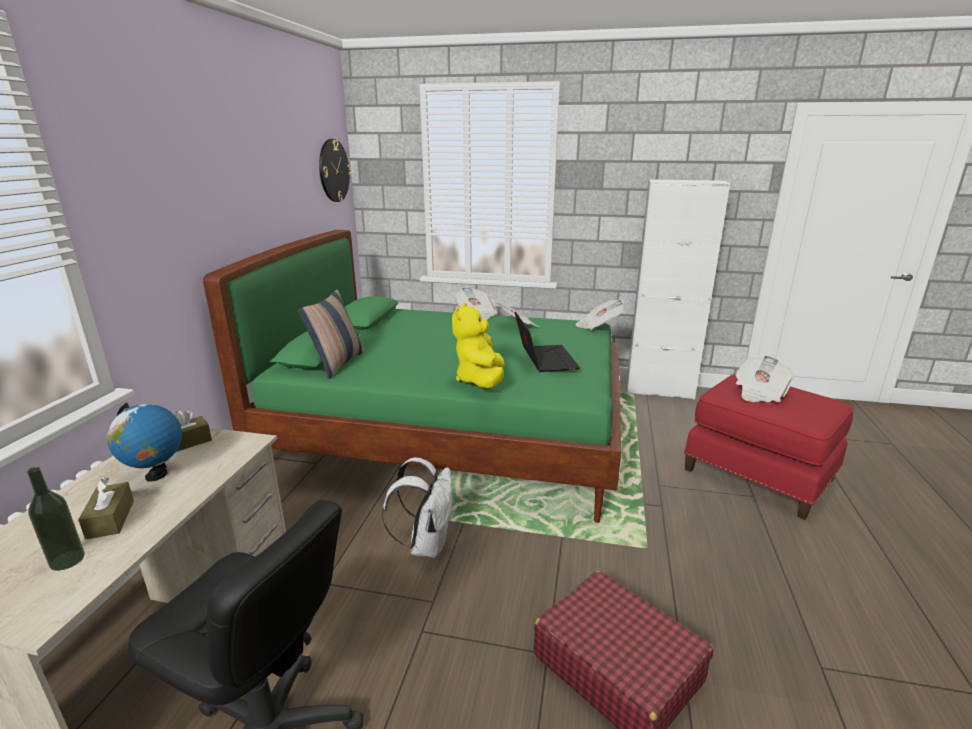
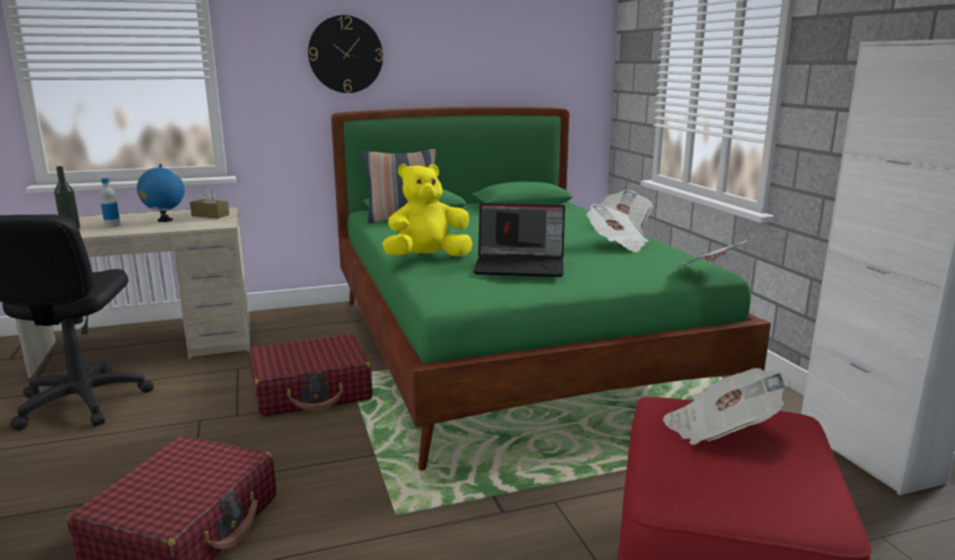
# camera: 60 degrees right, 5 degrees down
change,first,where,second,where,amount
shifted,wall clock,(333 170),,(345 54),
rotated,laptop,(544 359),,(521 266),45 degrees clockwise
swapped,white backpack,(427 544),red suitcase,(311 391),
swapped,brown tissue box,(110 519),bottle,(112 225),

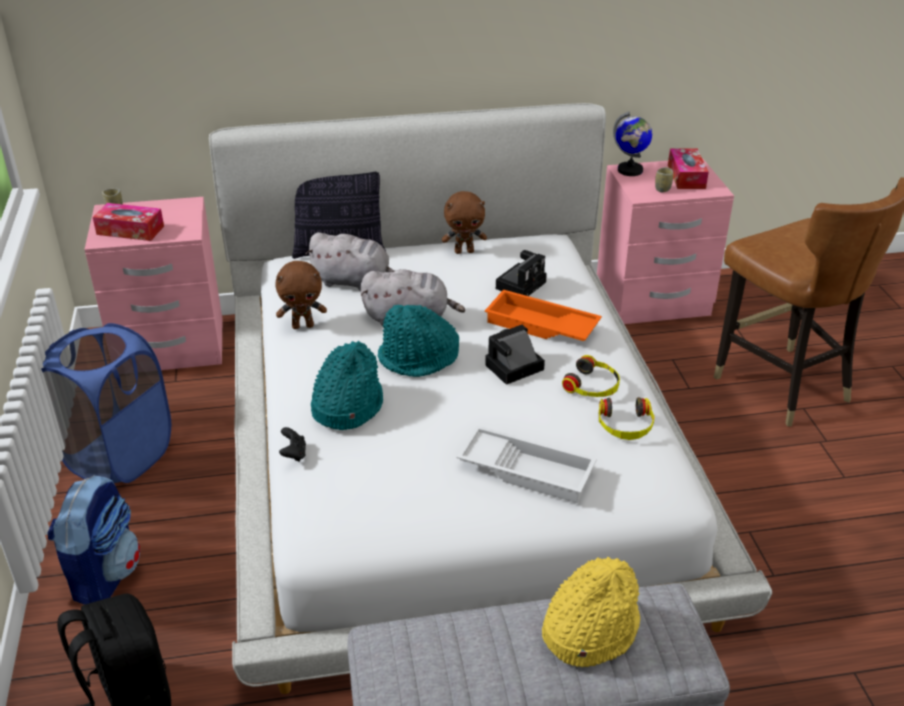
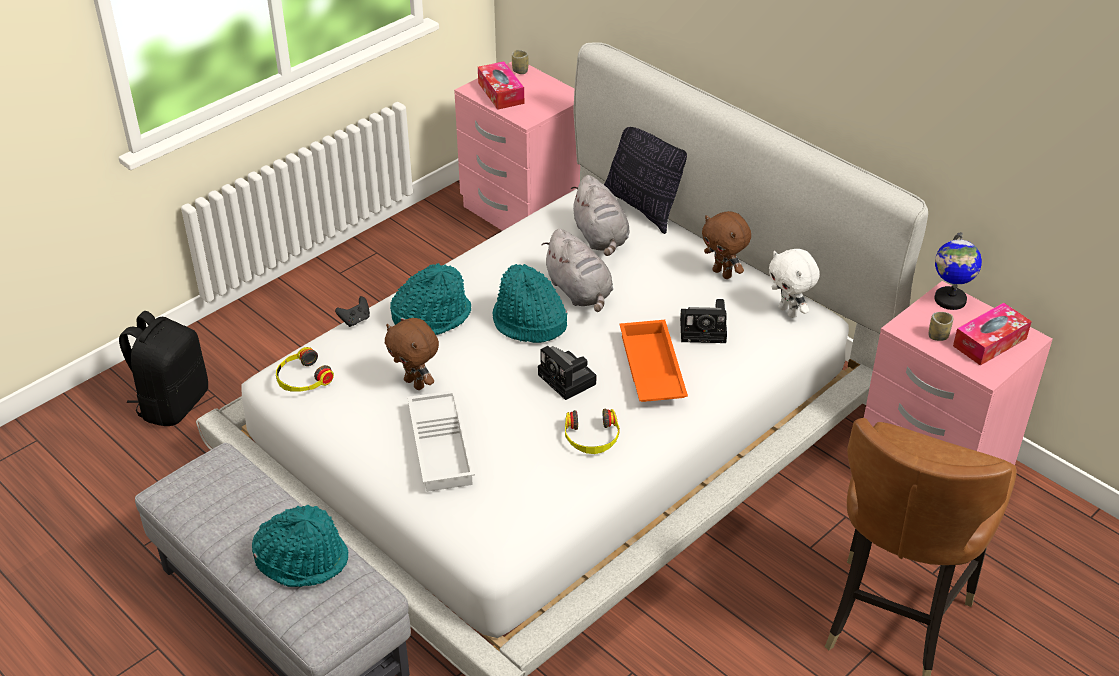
# camera: 55 degrees right, 5 degrees up
change,first,where,second,where,amount
shifted,brown plush toy,(303 325),,(415 383),
gone,blue laundry basket,(119 457),,,
rotated,photo camera,(512 368),,(569 380),150 degrees counterclockwise
shifted,headphones,(625 425),,(302 379),
gone,backpack,(104 574),,,
repainted,yellow hat,(589 629),turquoise hat,(303 559),
new,,,white plush toy,(789 311),

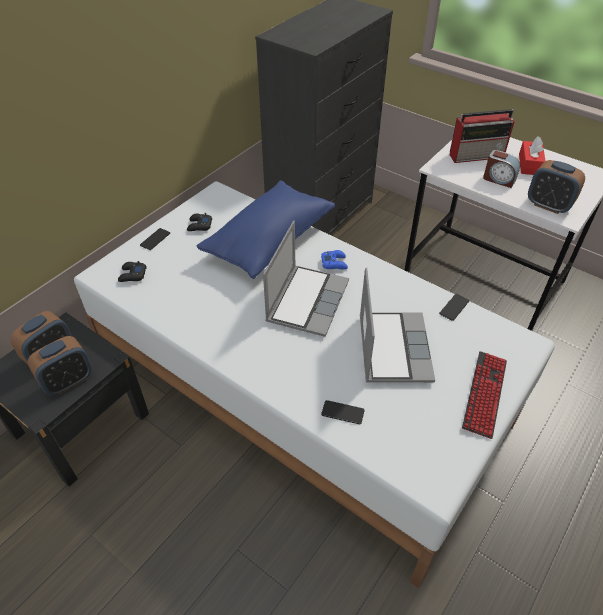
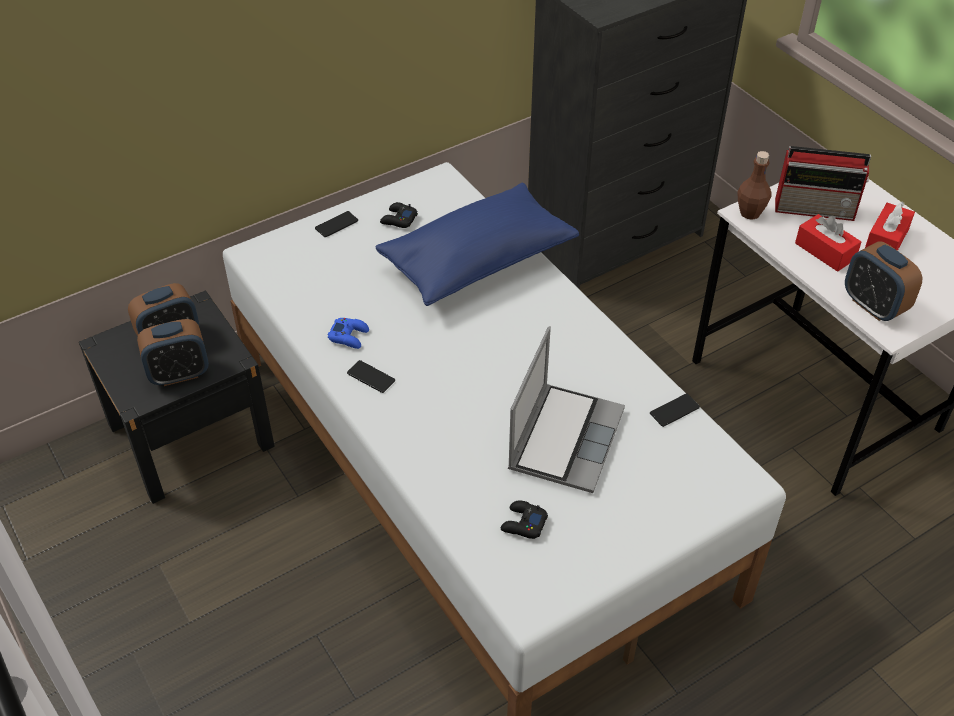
# camera: 20 degrees right, 0 degrees up
change,first,where,second,where,amount
swapped,alarm clock,(499 179),red tissue box,(825 251),
gone,laptop,(307 300),,,
shifted,blue game controller,(334 263),,(349 336),
shifted,black game controller,(132 275),,(523 524),
gone,keyboard,(484 394),,,
shifted,phone,(342 412),,(371 377),
new,,,brown bottle,(750 213),

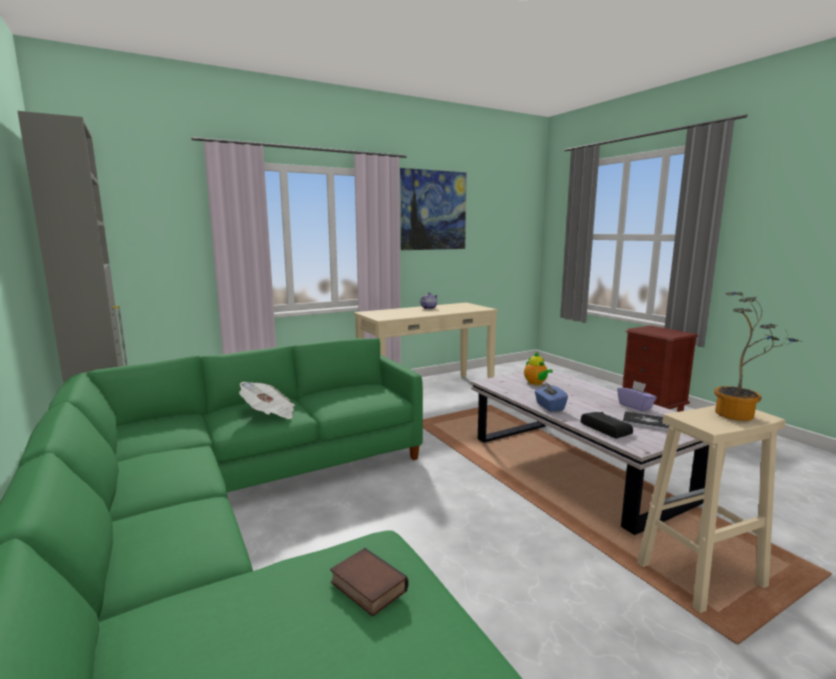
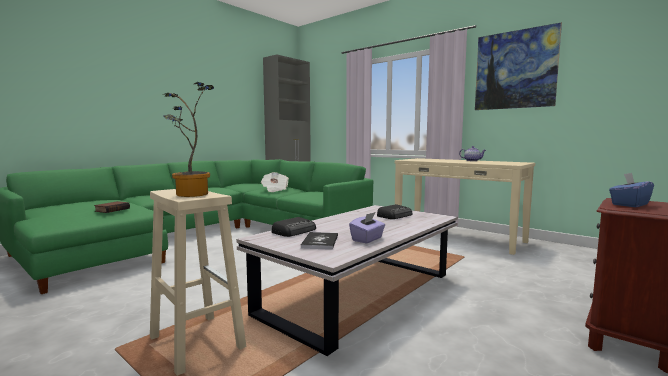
# camera: 70 degrees right, 5 degrees down
change,first,where,second,where,amount
swapped,teapot,(536 383),radio,(395 215),
shifted,blue tissue box,(549 407),,(629 204),

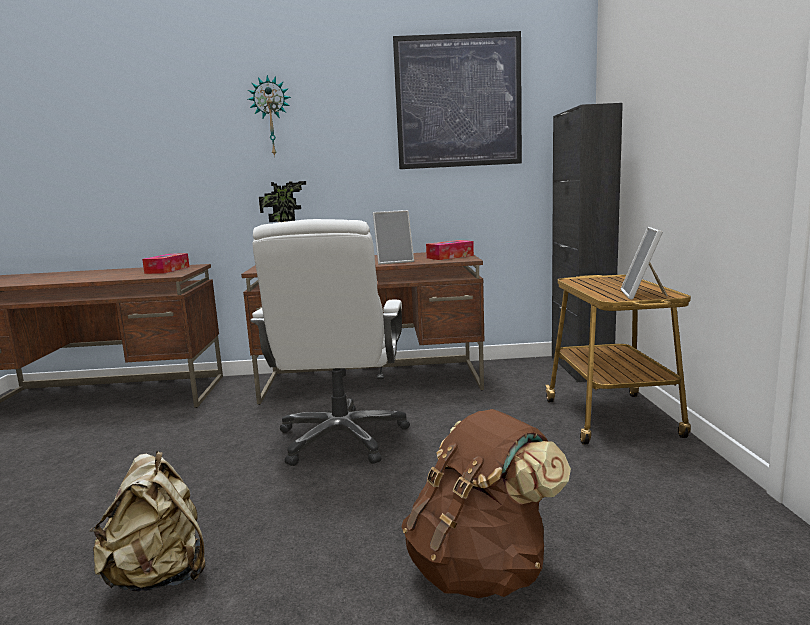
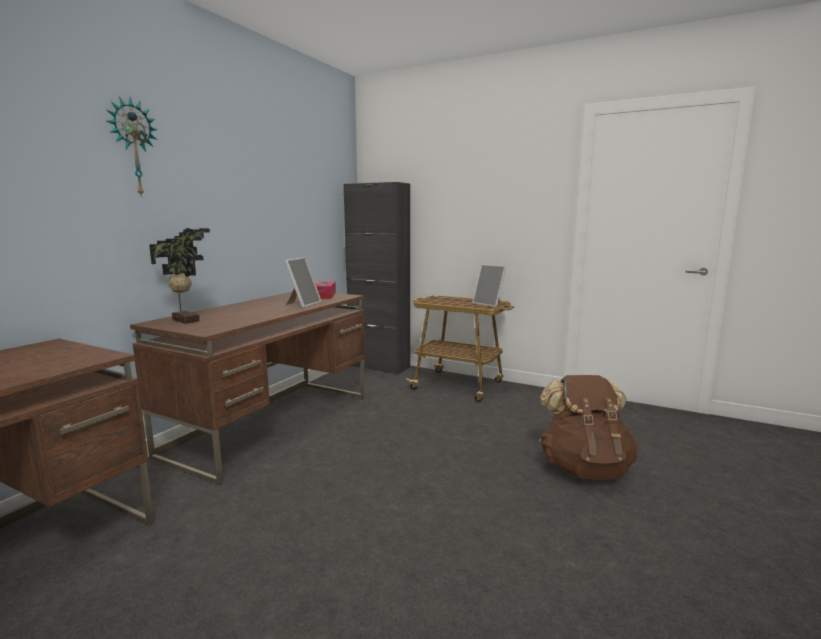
# camera: 60 degrees left, 0 degrees up
change,first,where,second,where,amount
gone,picture,(458 101),,,
gone,white office chair,(342 439),,,
gone,tissue box,(167 270),,,
gone,beige backpack,(159 576),,,

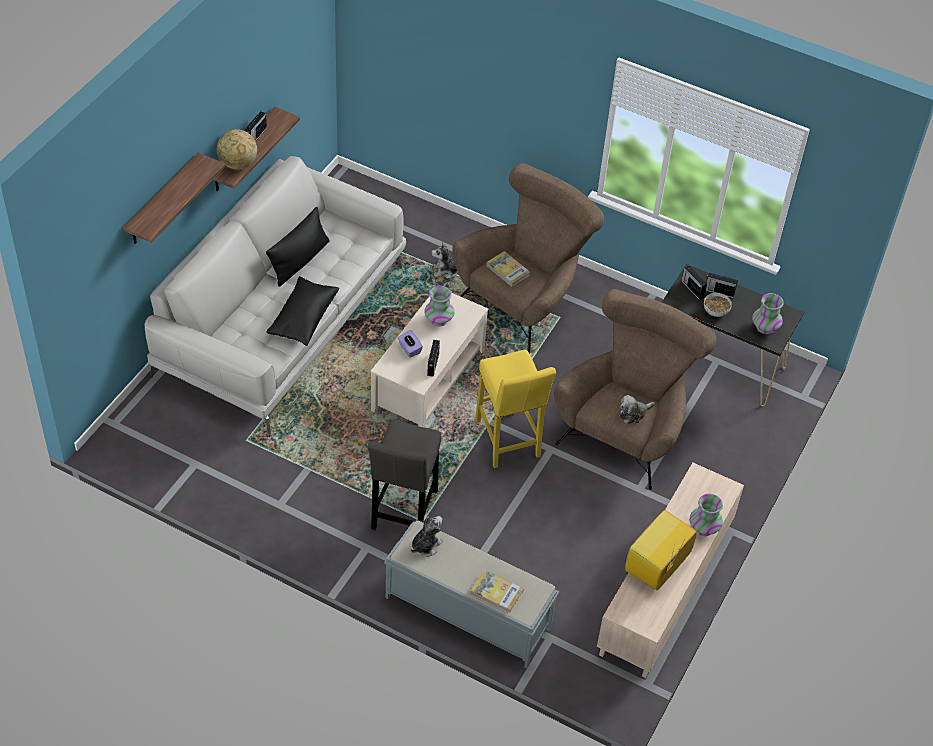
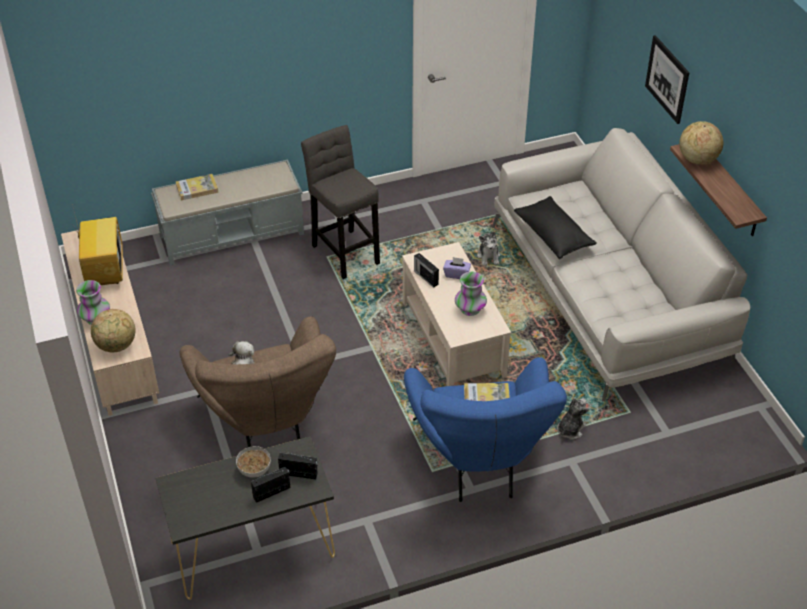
# camera: 135 degrees right, 5 degrees down
change,first,where,second,where,amount
gone,radio,(256 136),,,
swapped,shelf,(162 201),picture,(667 79),
repainted,brown armchair,(524 299),blue armchair,(480 462),
gone,black pillow,(300 261),,,
gone,vase,(764 327),,,
gone,yellow stool,(507 442),,,
shifted,plush toy,(425 545),,(488 256),
new,,,globe,(116 345),

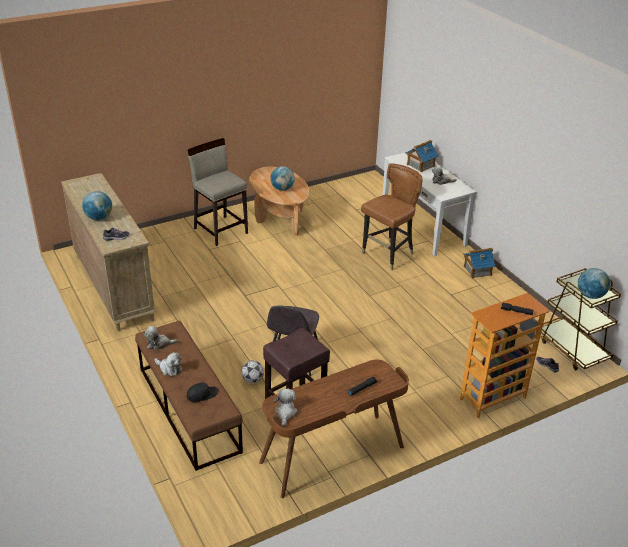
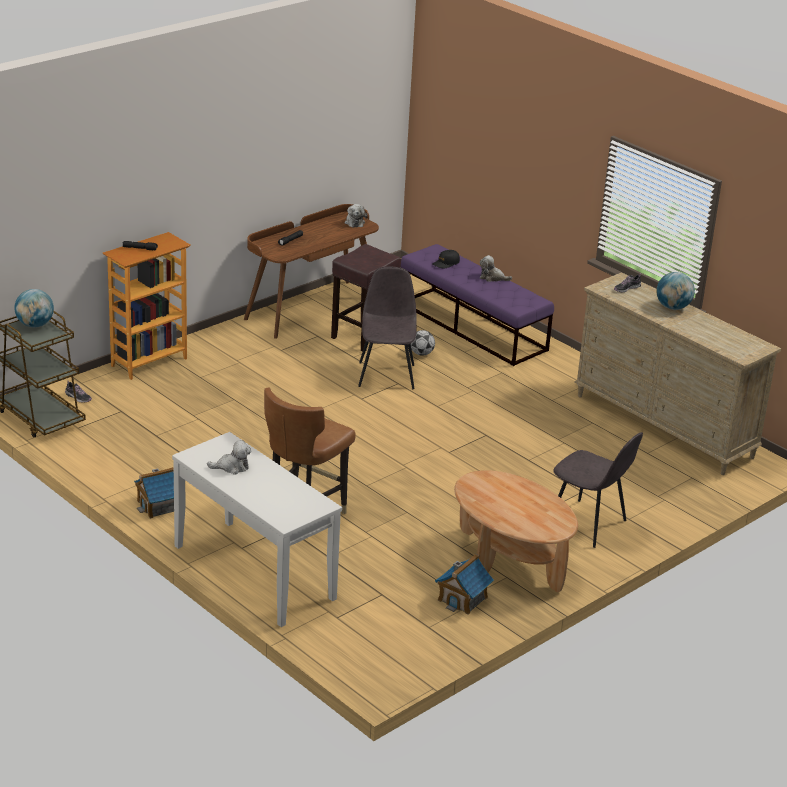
# camera: 165 degrees right, 5 degrees down
change,first,where,second,where,amount
swapped,beige stool,(221 230),grey chair,(588 524),
shifted,toy house,(420 165),,(463 599),
gone,globe,(282 189),,,
repainted,brown bench,(188 409),purple bench,(472 326),
gone,plush toy,(159 344),,,

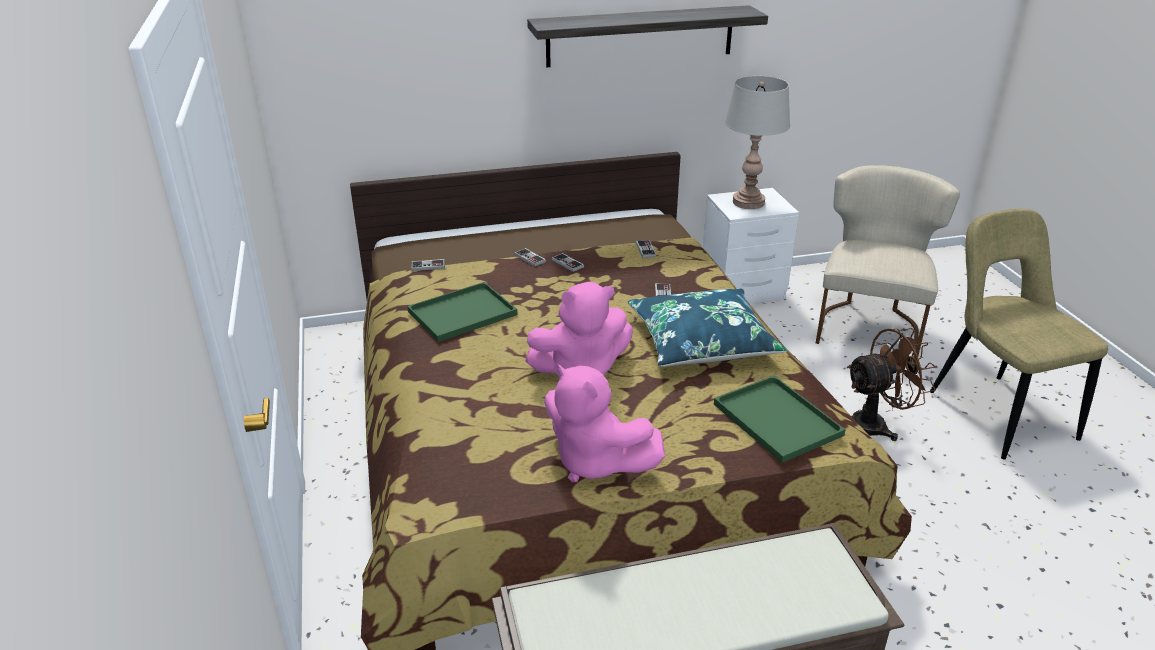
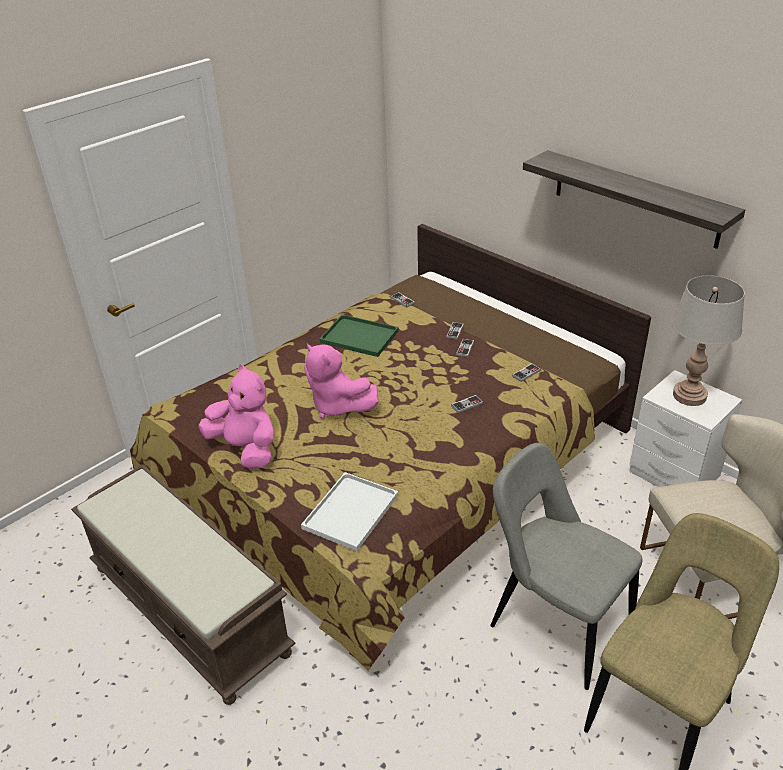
# camera: 60 degrees right, 5 degrees up
change,first,where,second,where,amount
gone,blue pillow,(702 341),,,
swapped,brown fan,(875 425),grey chair,(554 624),
rotated,pink plush toy,(595 462),,(246 449),120 degrees clockwise
repainted,green tray,(774 418),white tray,(351 510),

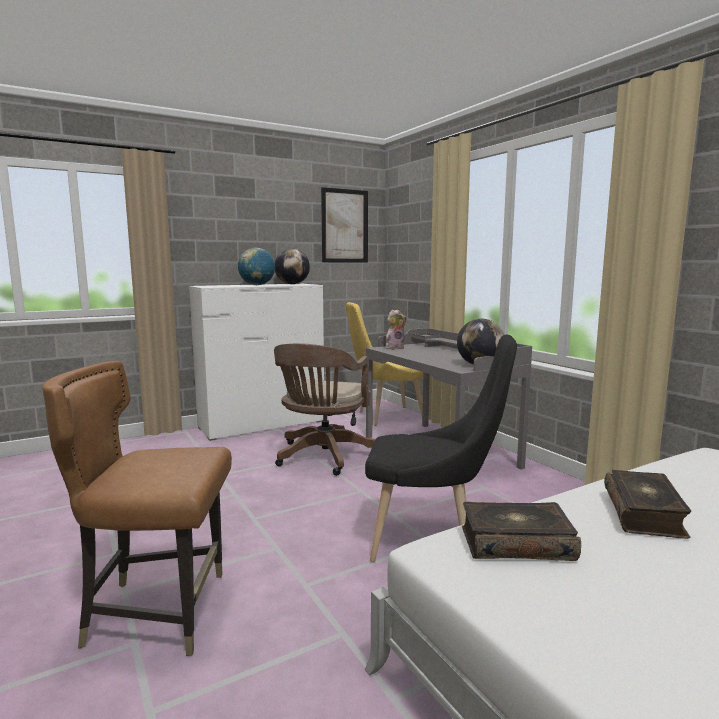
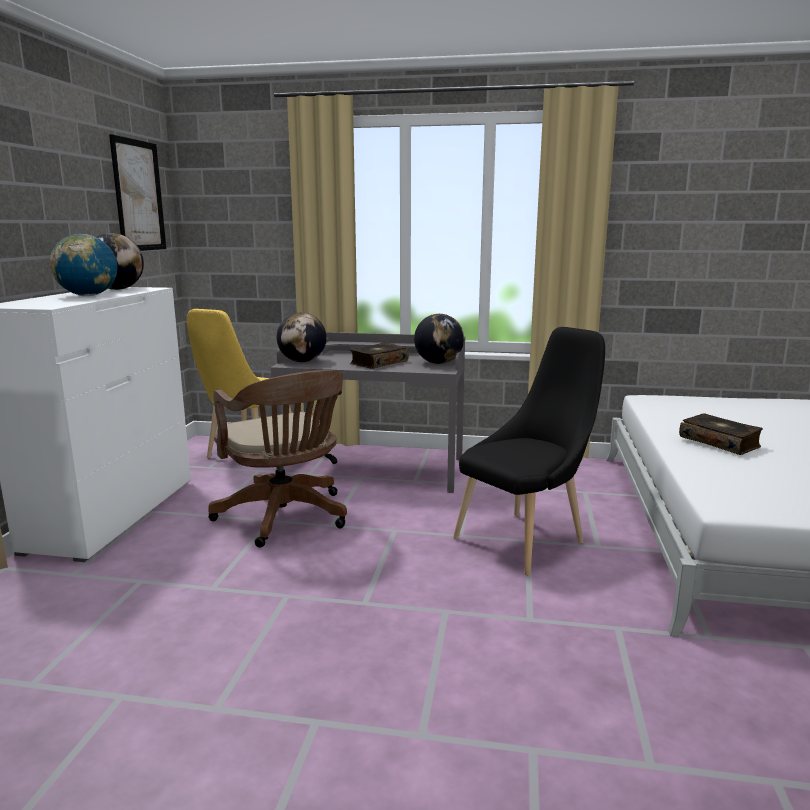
# camera: 50 degrees left, 5 degrees up
change,first,where,second,where,amount
swapped,plush toy,(394 348),globe,(302 361),
gone,brown chair,(157 611),,,
shifted,book,(516 543),,(378 363),

